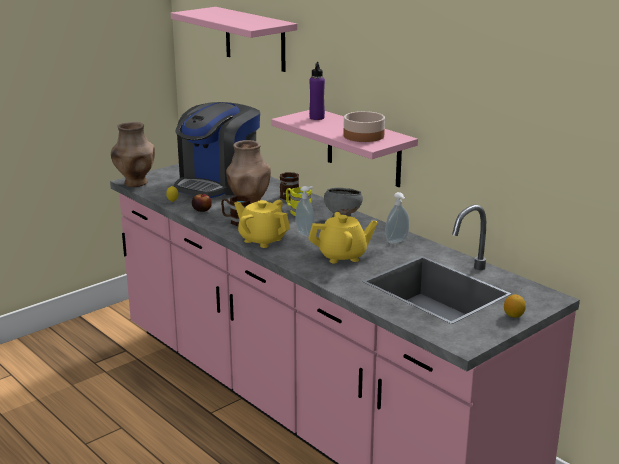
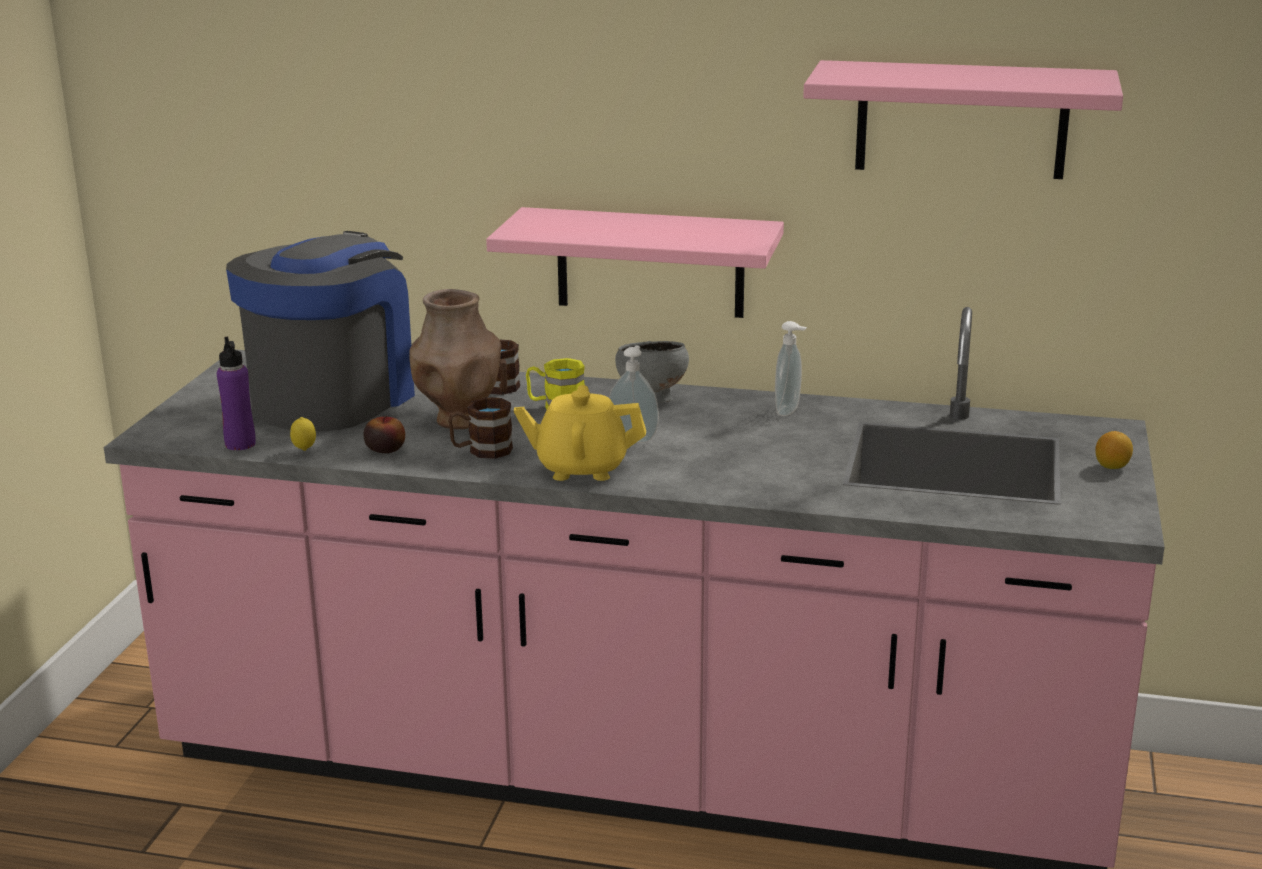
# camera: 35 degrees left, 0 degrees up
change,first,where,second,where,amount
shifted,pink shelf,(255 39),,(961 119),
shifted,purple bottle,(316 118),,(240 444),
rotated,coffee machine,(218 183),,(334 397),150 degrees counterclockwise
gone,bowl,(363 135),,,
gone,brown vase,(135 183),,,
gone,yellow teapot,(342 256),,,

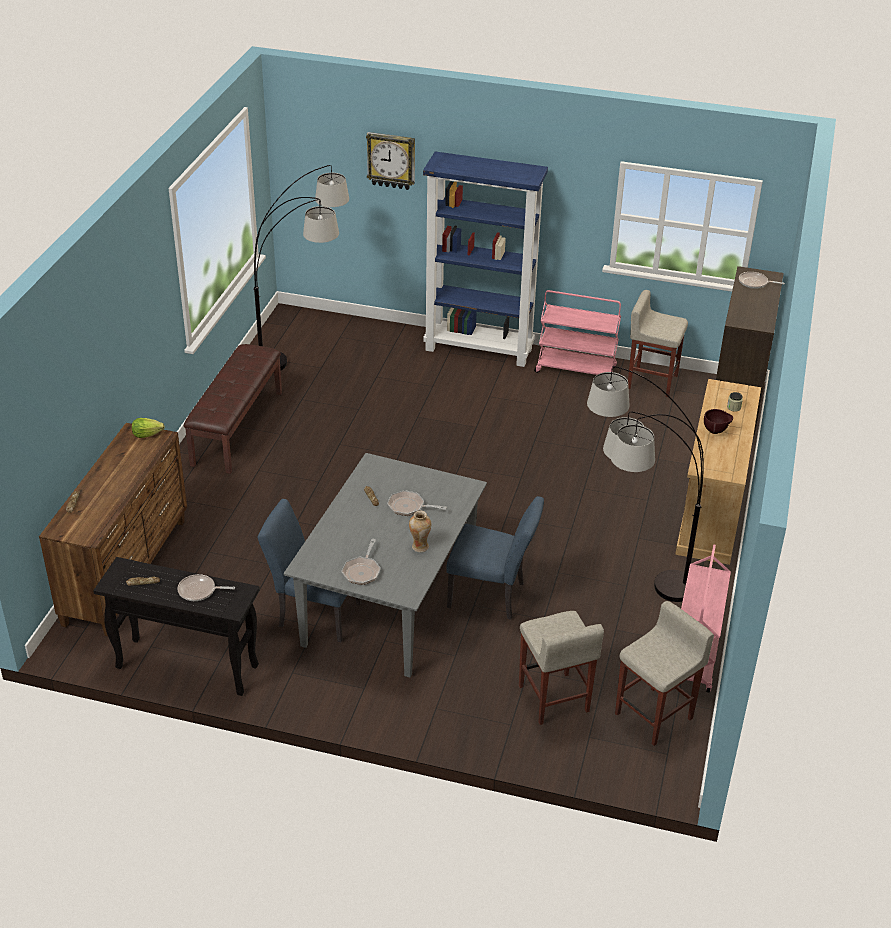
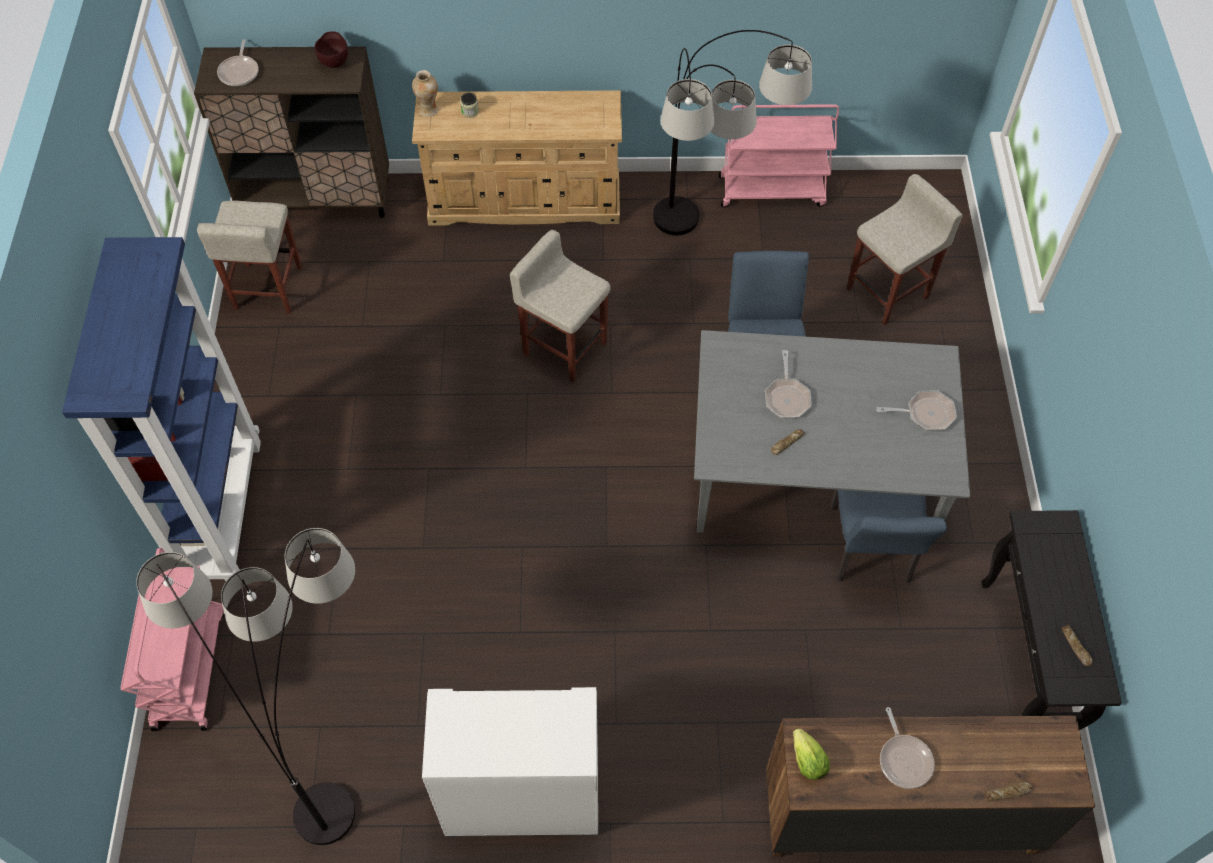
# camera: 105 degrees left, 20 degrees up
change,first,where,second,where,amount
gone,wall clock,(391 160),,,
shifted,pink cart,(576 369),,(189 667),
swapped,brown bench,(236 428),white cabinet,(521 797),
shifted,brown bowl,(716 431),,(335 62),
shifted,vase,(420 547),,(428 110),
shifted,frying pan,(199 591),,(904 759),
shifted,beige stool,(655 715),,(564 348),

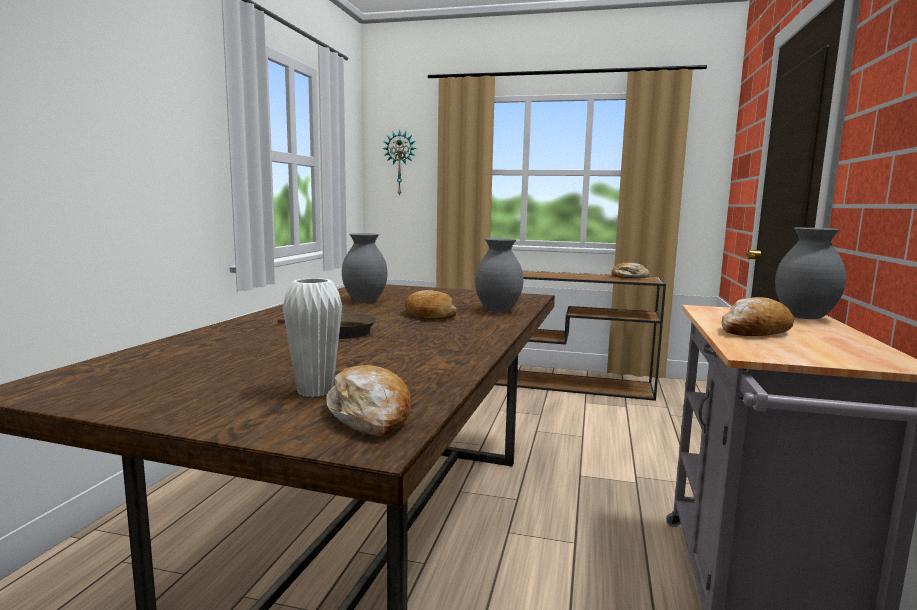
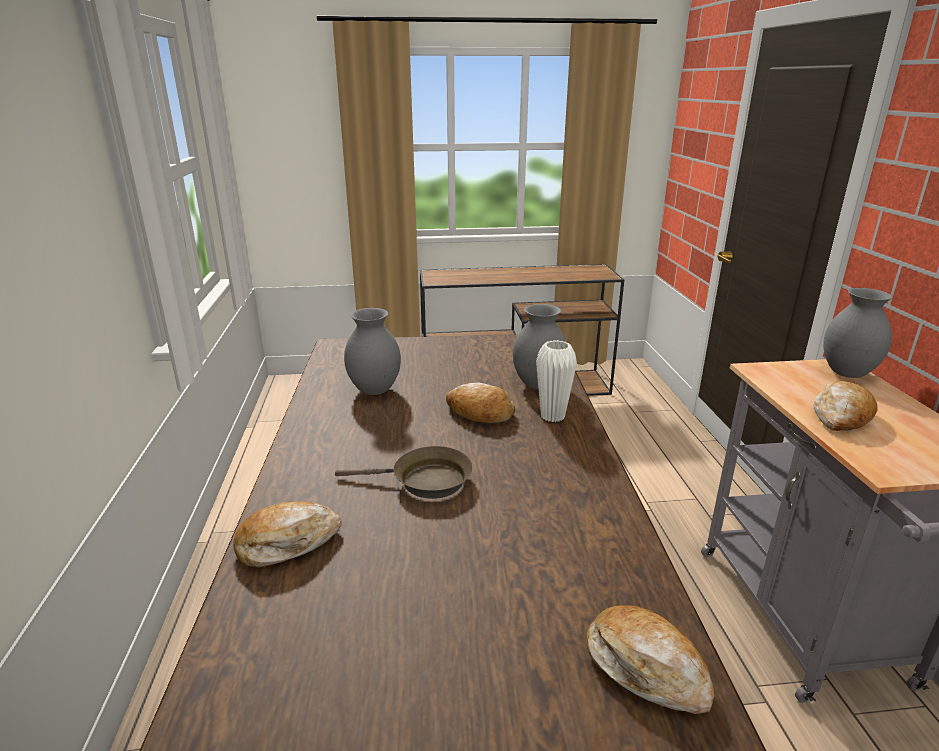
# camera: 20 degrees left, 15 degrees up
change,first,where,second,where,amount
gone,wall clock,(400 163),,,
shifted,bread,(629 277),,(287 543),
shifted,white vase,(315 391),,(552 416),

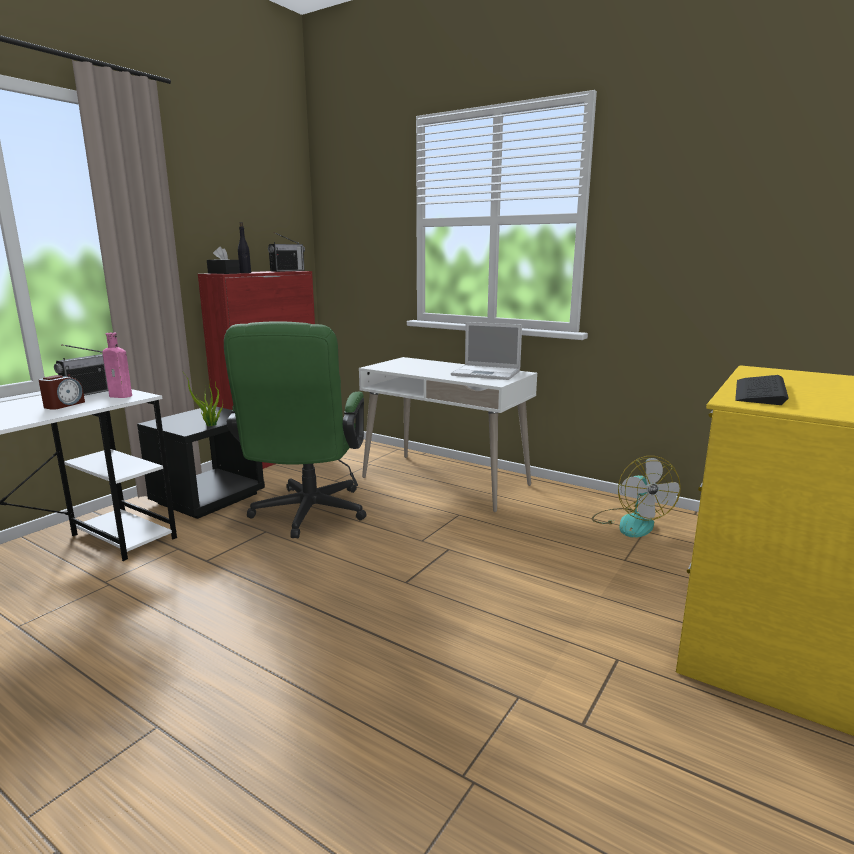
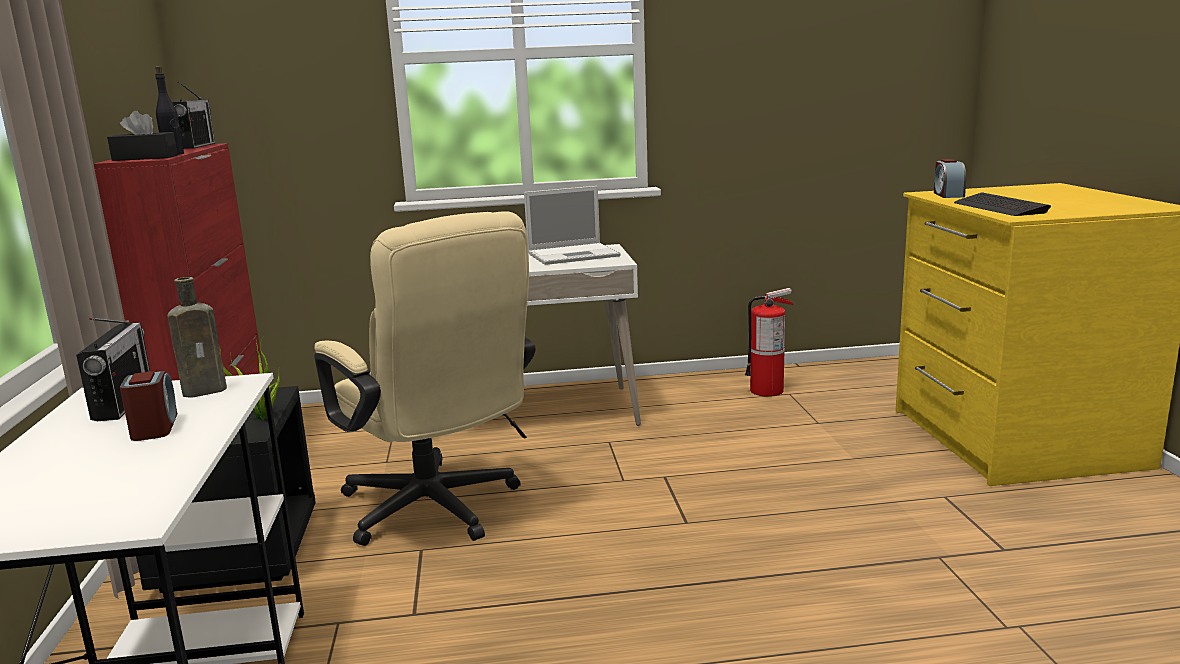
# camera: 40 degrees left, 0 degrees up
change,first,where,second,where,amount
repainted,green office chair,(307 516),beige office chair,(438 512),
repainted,pink bottle,(122 396),brown bottle,(208 390),
swapped,fan,(630 522),fire extinguisher,(767 390),
new,,,alarm clock,(948 195),

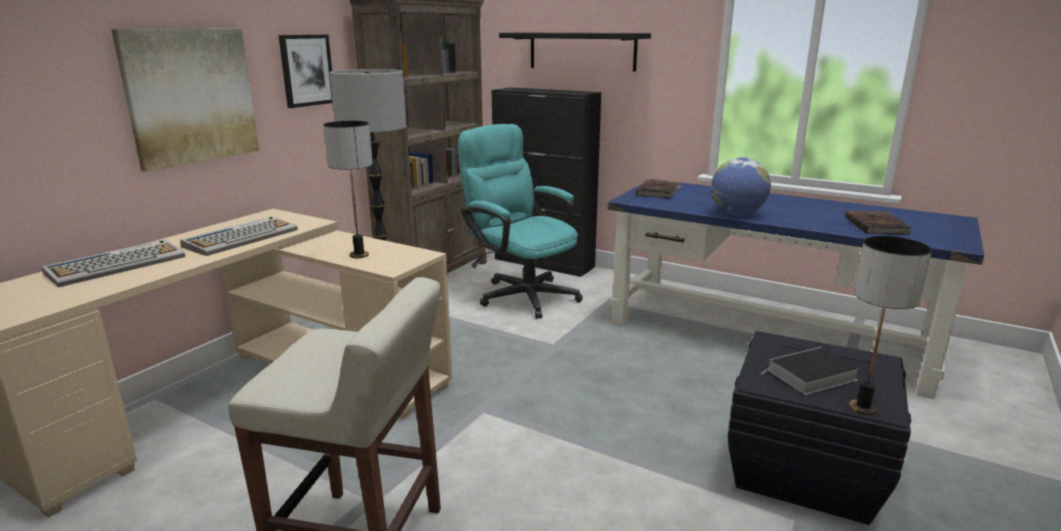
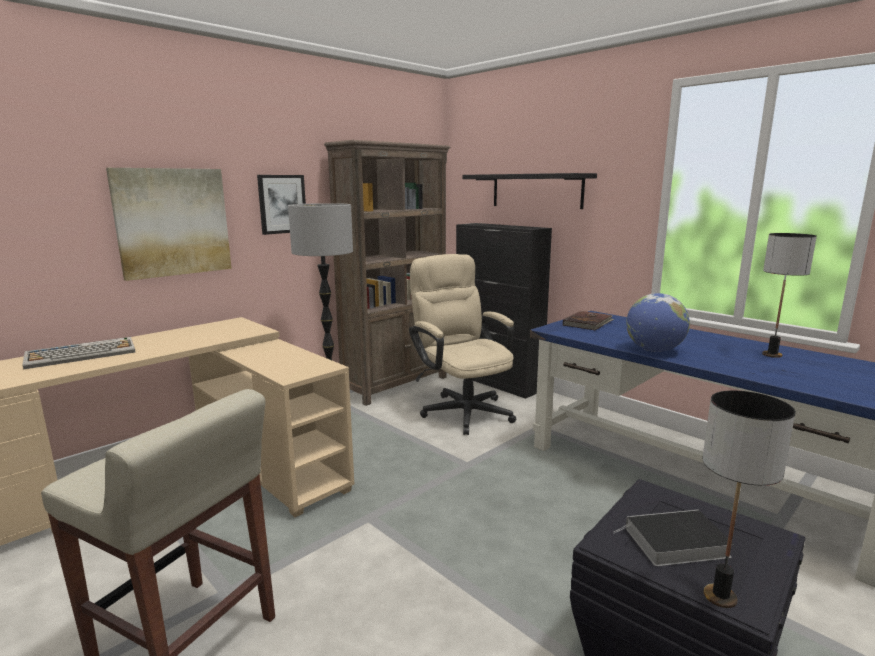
# camera: 15 degrees right, 5 degrees down
change,first,where,second,where,amount
shifted,table lamp,(358 255),,(771 355),
repainted,turquoise office chair,(521 294),beige office chair,(462 409),
gone,brown book,(877 225),,,
gone,keyboard,(242 237),,,

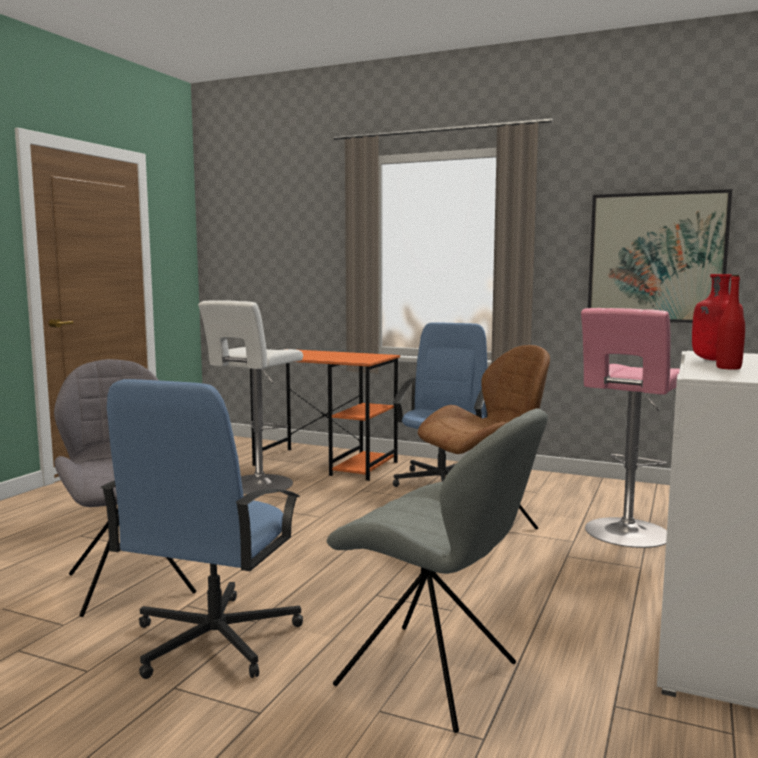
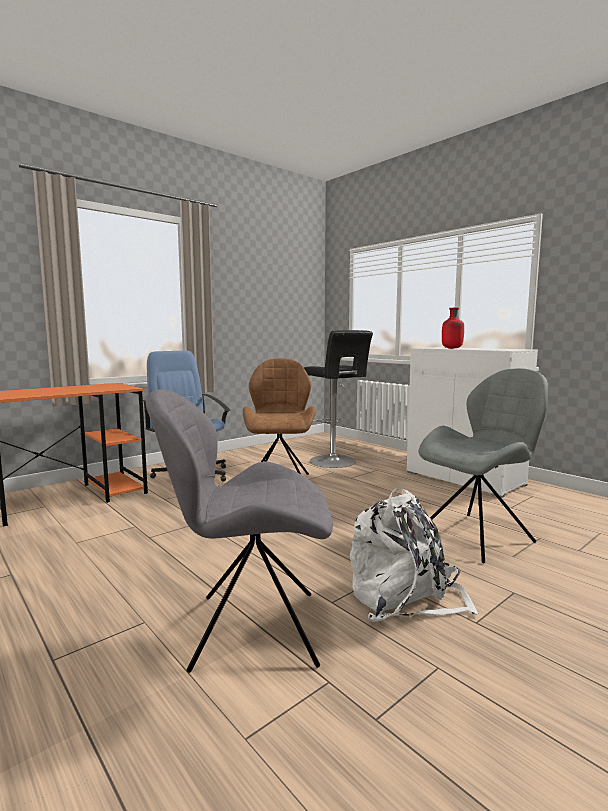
# camera: 65 degrees left, 0 degrees up
change,first,where,second,where,amount
gone,picture,(656 257),,,
gone,red bottle,(728 368),,,
gone,white stool,(256 485),,,
repainted,pink stool,(625 534),black stool,(335 462),
swapped,blue office chair,(213 640),white backpack,(405 597),

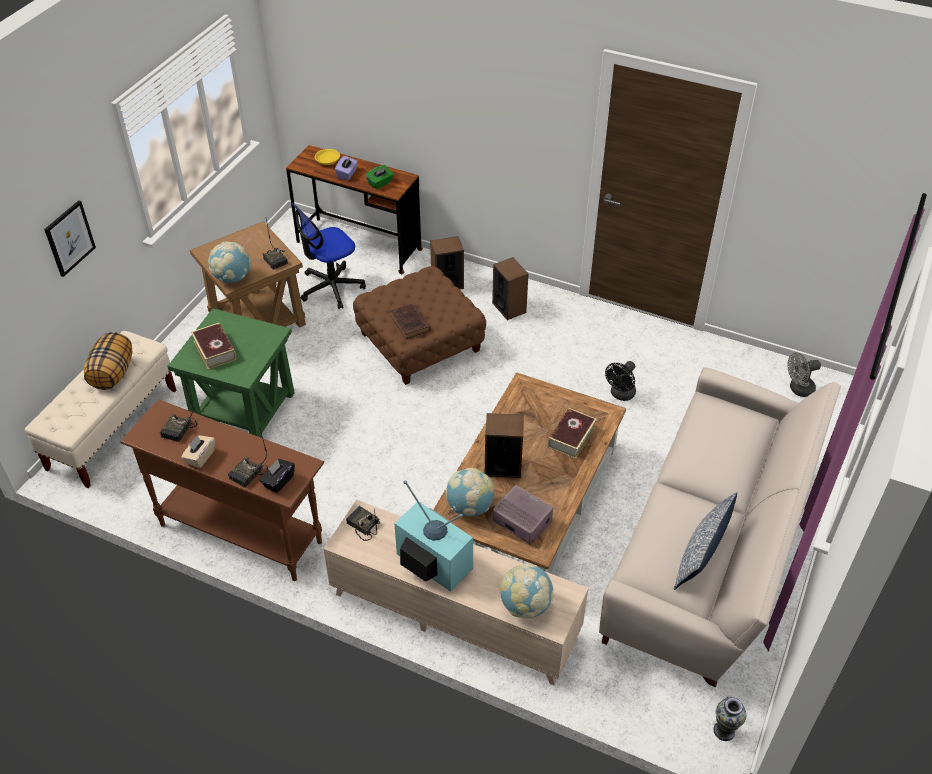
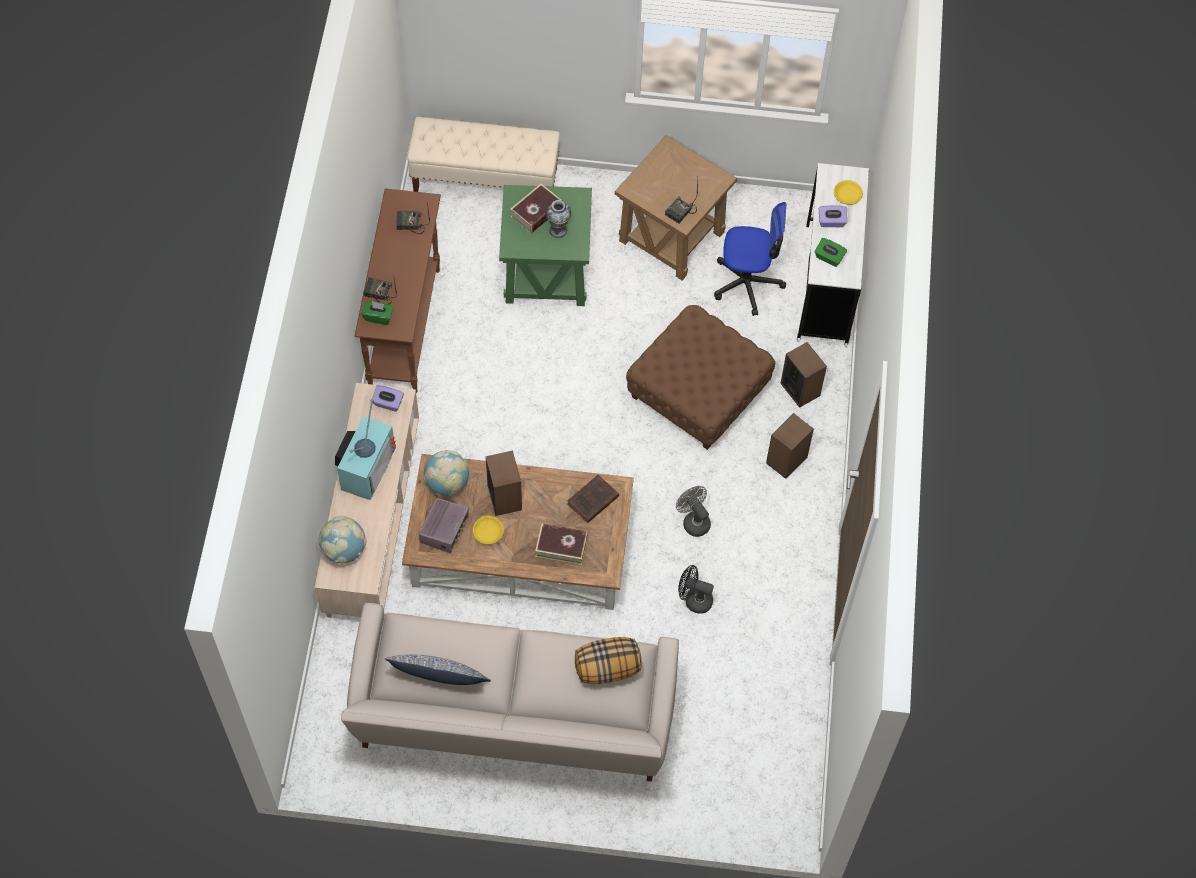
# camera: 70 degrees right, 15 degrees up
change,first,where,second,where,amount
repainted,brown desk,(359 246),white desk,(826 285),
gone,picture,(69 238),,,
rotated,office chair,(331 287),,(747 283),150 degrees clockwise
gone,globe,(232 278),,,
shifted,brown book,(410 324),,(591 501),
shifted,pillow,(113 374),,(607 668),
shifted,grey fan,(798 389),,(693 521),
gone,beige tissue box,(200 457),,,
repainted,black tissue box,(278 481),green tissue box,(378 317),
swapped,radio,(362 526),purple tissue box,(388 403),
shifted,vase,(723 730),,(558 230),
new,,,yellow bowl,(488 532),

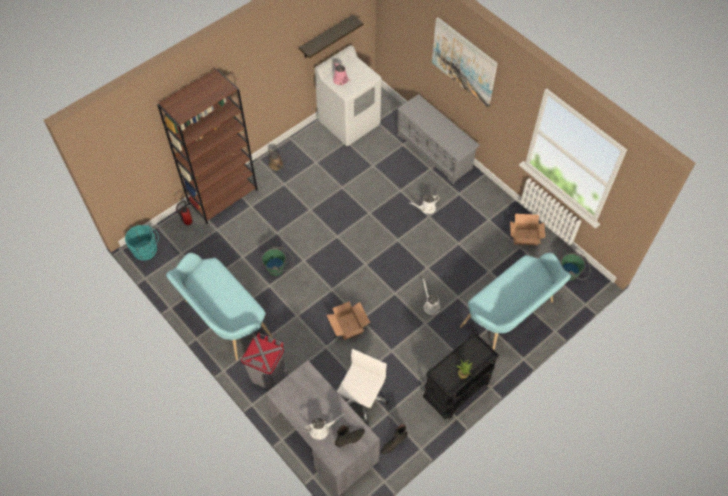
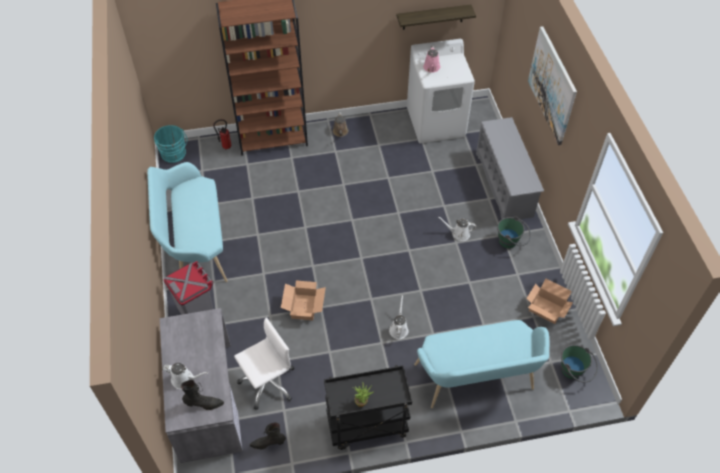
# camera: 30 degrees right, 5 degrees down
change,first,where,second,where,amount
shifted,green bucket,(279 268),,(511 242),

